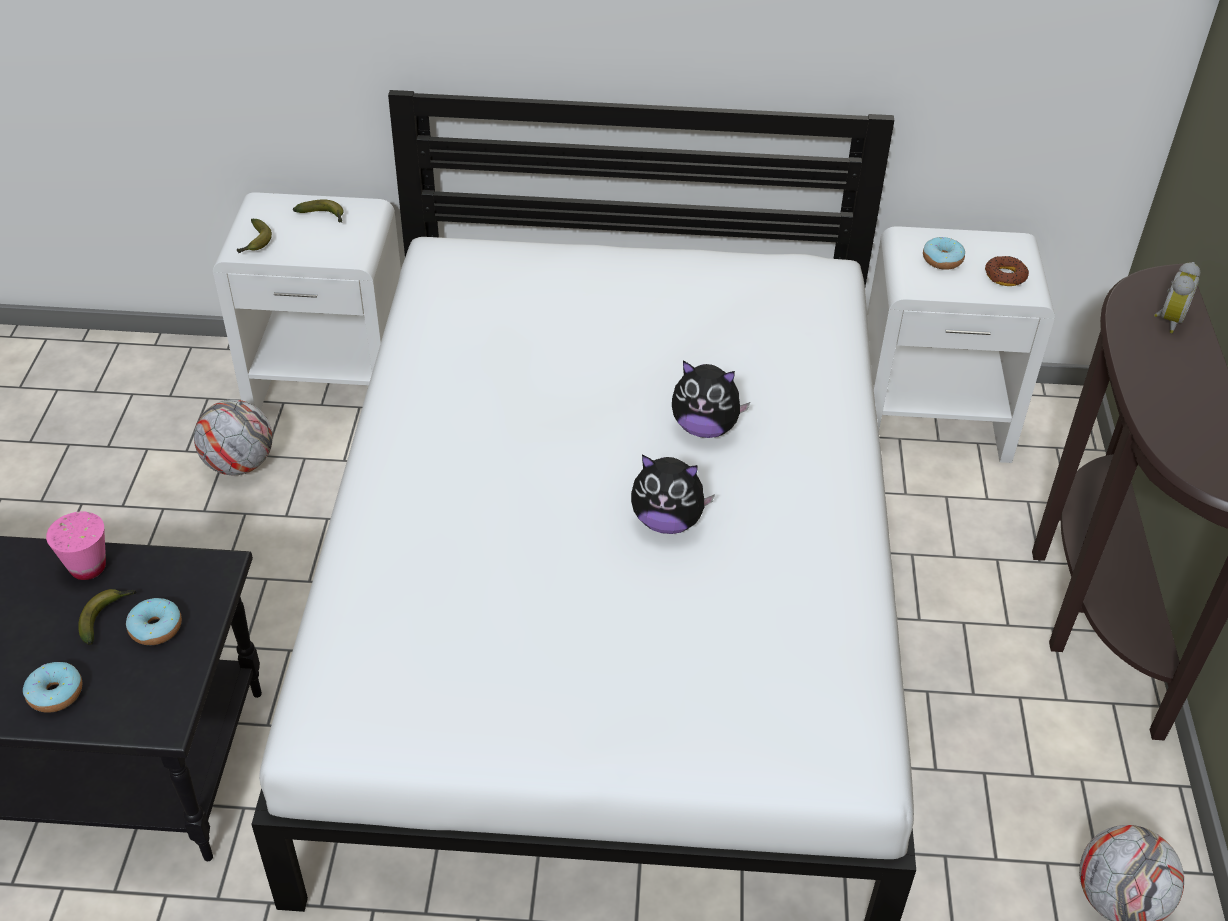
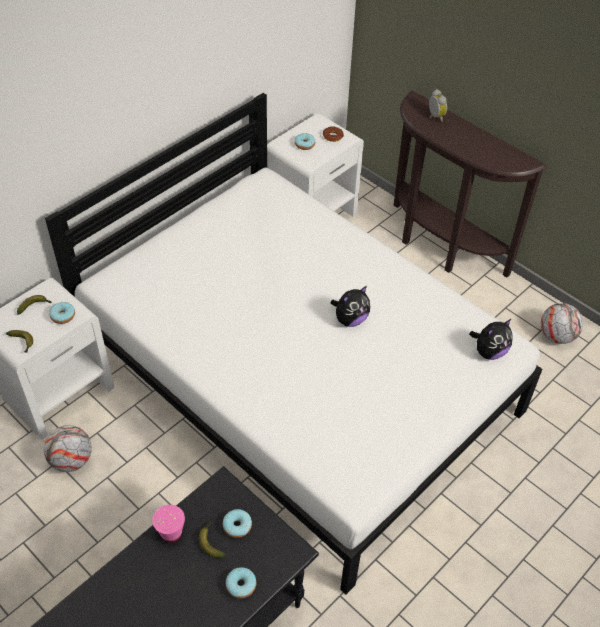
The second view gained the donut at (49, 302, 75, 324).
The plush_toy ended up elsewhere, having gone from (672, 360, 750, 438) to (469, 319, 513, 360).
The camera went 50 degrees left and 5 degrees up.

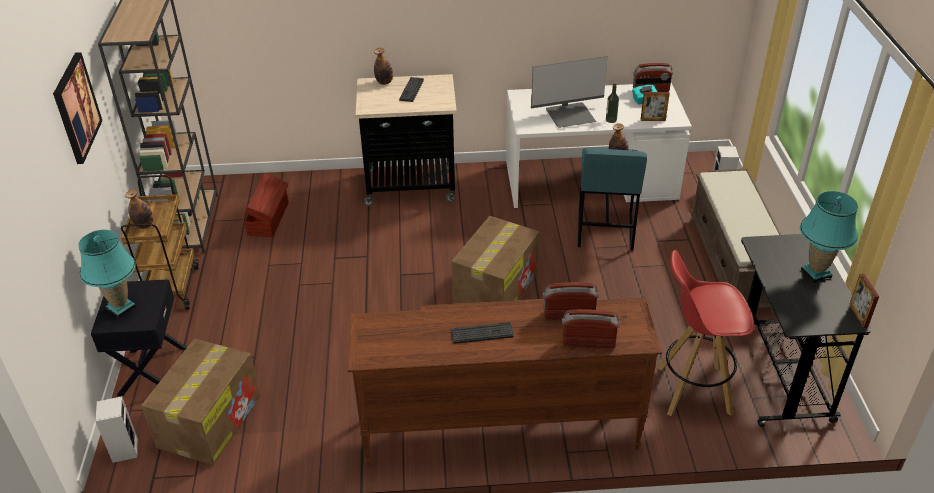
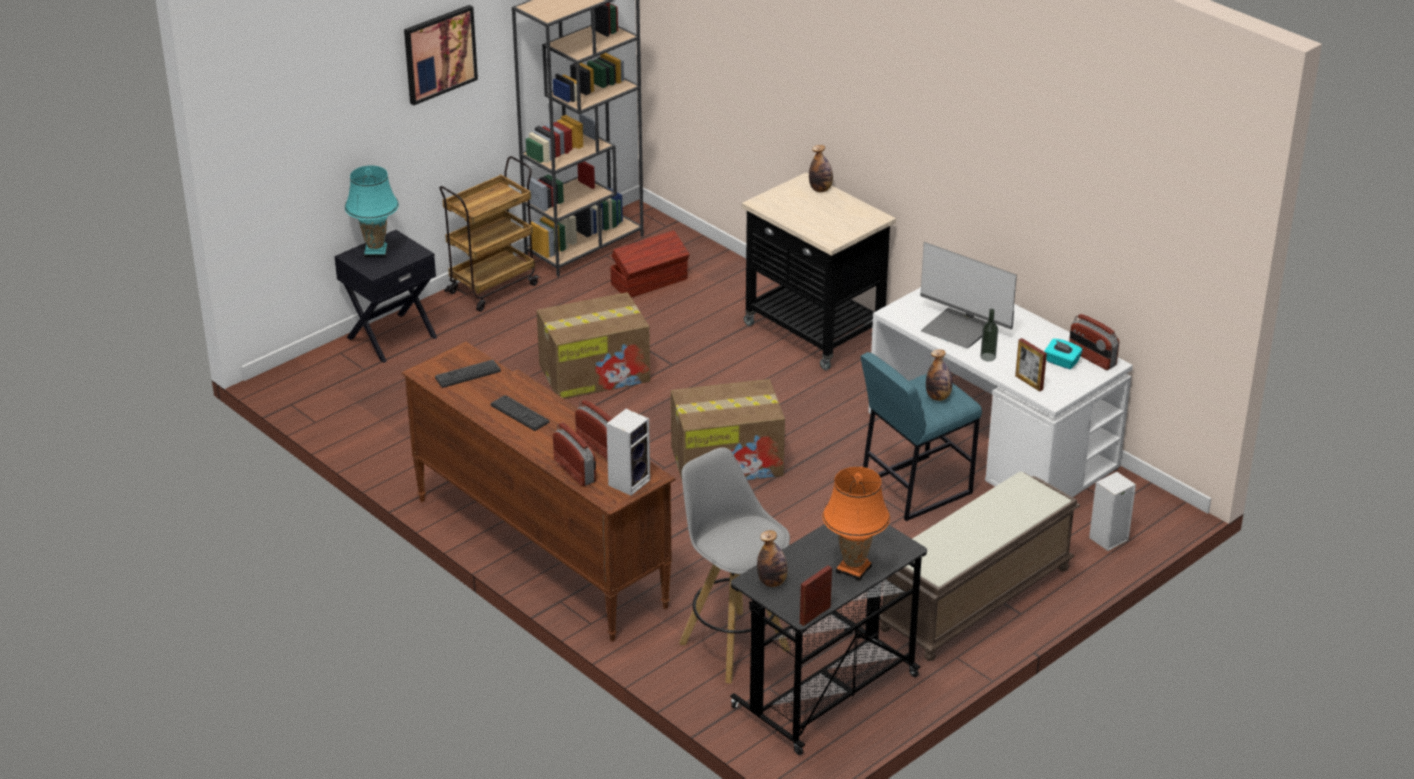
The keyboard ended up elsewhere, having gone from (399, 77, 424, 102) to (435, 360, 501, 388).
The cardboard_box ended up elsewhere, having gone from (141, 339, 260, 465) to (537, 292, 650, 399).
The speaker ended up elsewhere, having gone from (95, 396, 138, 463) to (606, 409, 650, 496).
What was the red_stool at (658, 250, 754, 416) turned into the grey_stool at (680, 447, 790, 684).
The bottle ended up elsewhere, having gone from (126, 189, 153, 229) to (757, 530, 788, 587).
What was the turquoise_table_lamp at (800, 191, 858, 283) turned into the orange_table_lamp at (822, 467, 890, 581).
The camera went 50 degrees right and 5 degrees down.

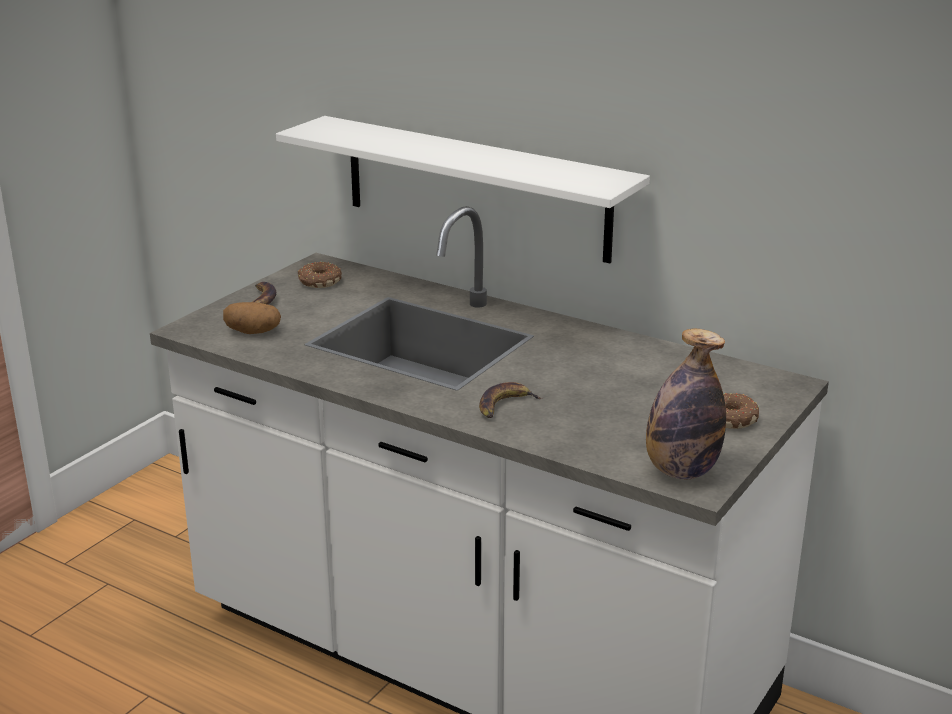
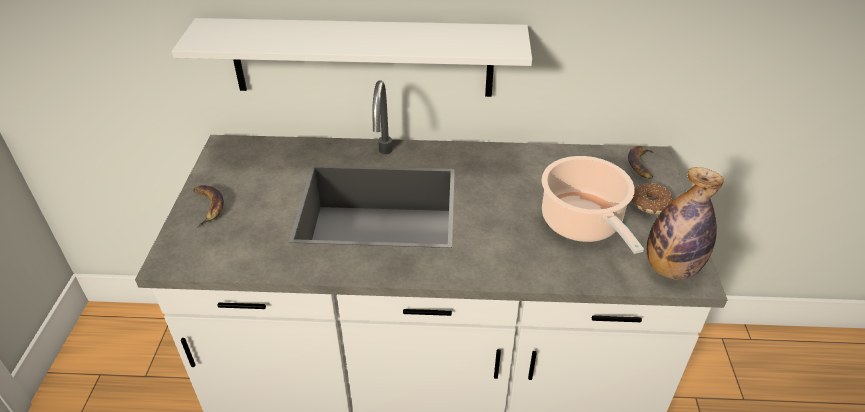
The second view gained the cooking_pot at (542, 156, 644, 254).
The banana ended up elsewhere, having gone from (479, 382, 544, 418) to (628, 146, 656, 179).
The second view lost the potato at (223, 302, 281, 334).
The second view lost the donut at (298, 262, 342, 288).
The camera went 30 degrees left and 15 degrees up.

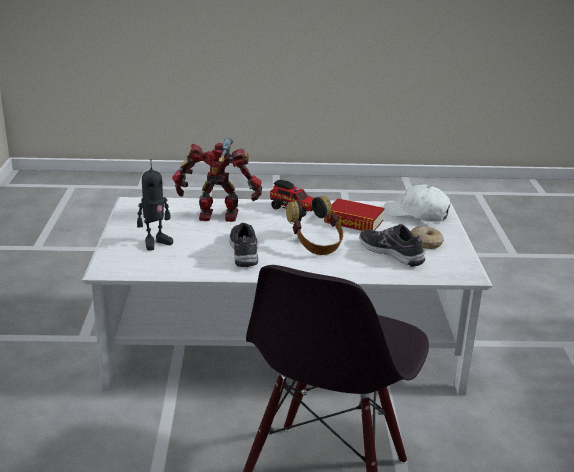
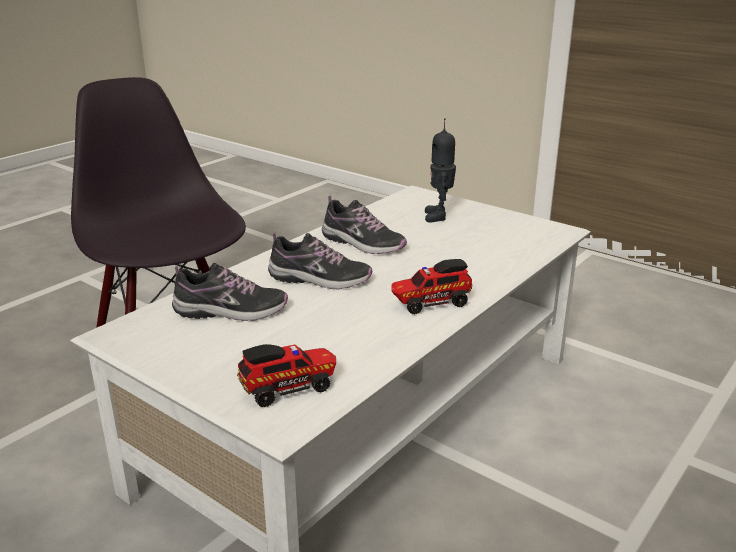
Where the white_cap stood at (384, 184, 450, 222), the toy_truck came to stand at (237, 344, 336, 407).
Where the headphones stood at (286, 196, 343, 255), the shoe came to stand at (268, 232, 372, 289).
The second view lost the toy_robot at (172, 138, 262, 222).
The second view lost the book at (324, 199, 385, 231).
The second view lost the donut at (410, 226, 444, 249).
The camera went 130 degrees right and 0 degrees up.

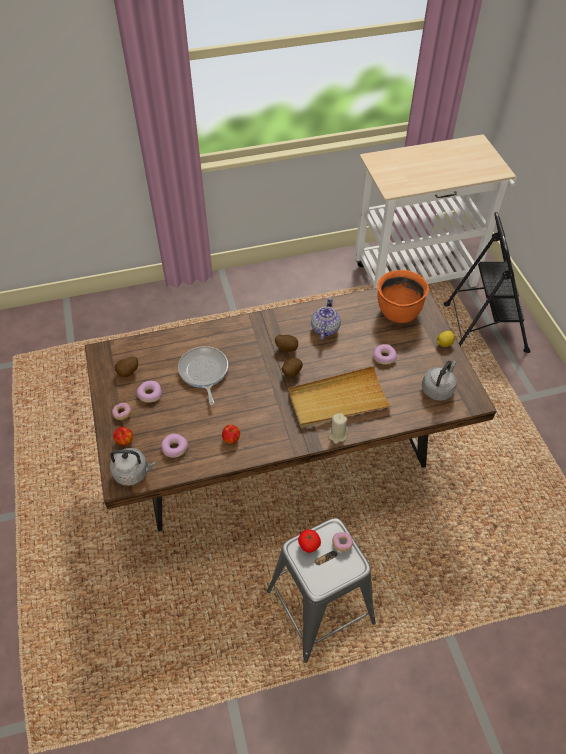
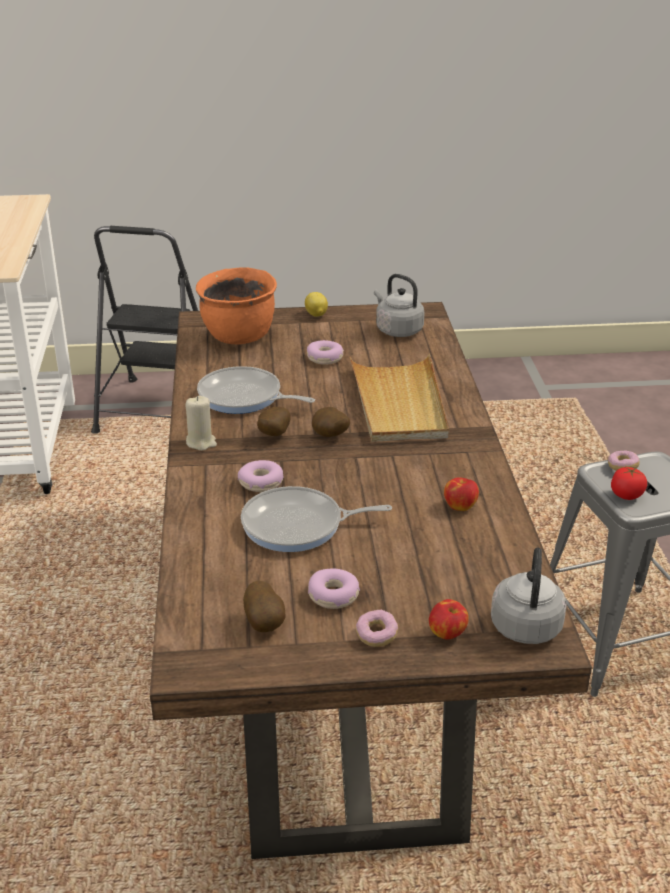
The beige_candle ended up elsewhere, having gone from (329, 413, 348, 444) to (185, 396, 217, 451).
Where the teapot stood at (311, 298, 341, 340), the frying_pan came to stand at (197, 366, 315, 414).
The donut ended up elsewhere, having gone from (161, 434, 188, 458) to (238, 460, 284, 492).
The camera went 80 degrees left and 20 degrees down.

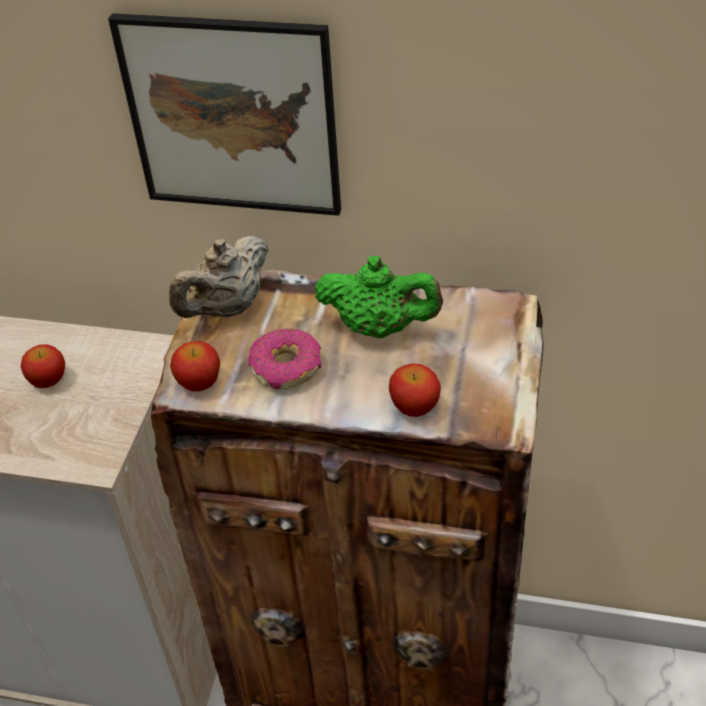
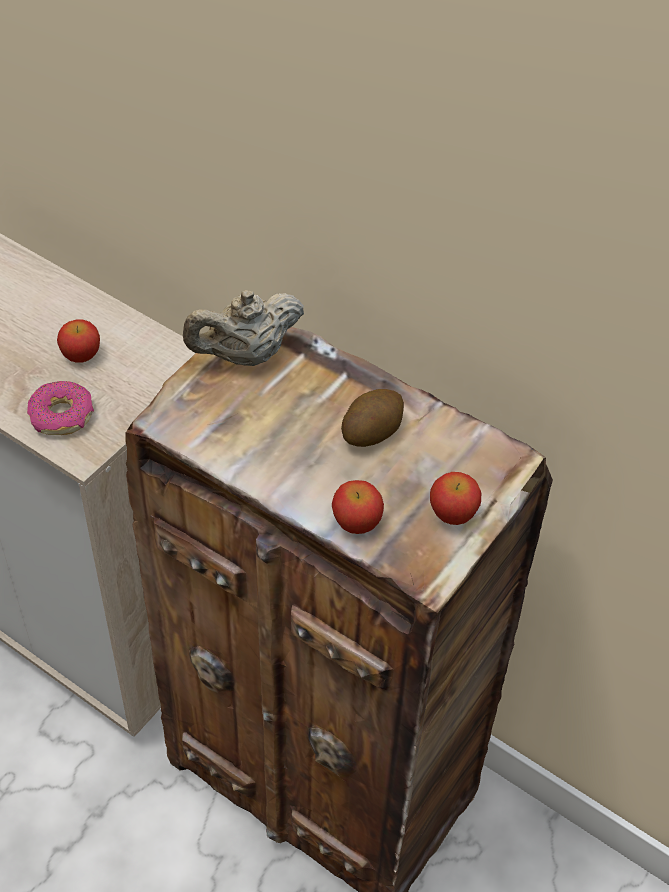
The donut ended up elsewhere, having gone from (248, 328, 322, 390) to (27, 381, 94, 435).
Where the green_teapot stood at (315, 256, 443, 338), the potato came to stand at (341, 389, 404, 447).
The apple ended up elsewhere, having gone from (170, 341, 220, 392) to (430, 472, 481, 525).
The second view lost the picture at (108, 13, 341, 216).
The camera went 20 degrees right and 5 degrees up.

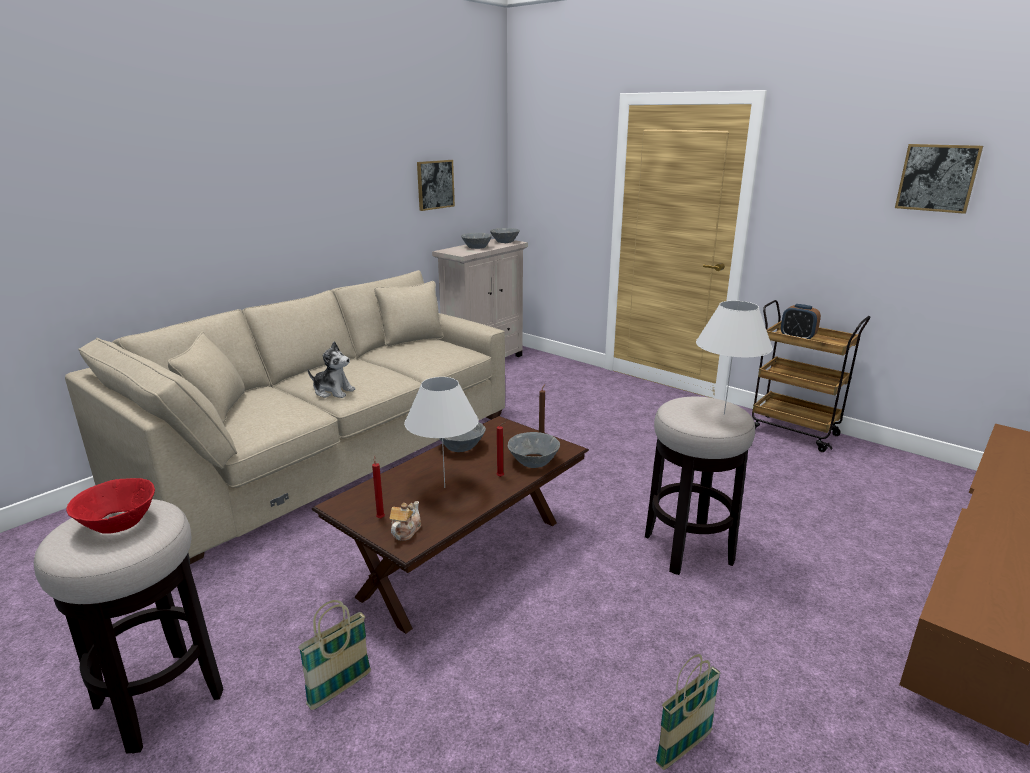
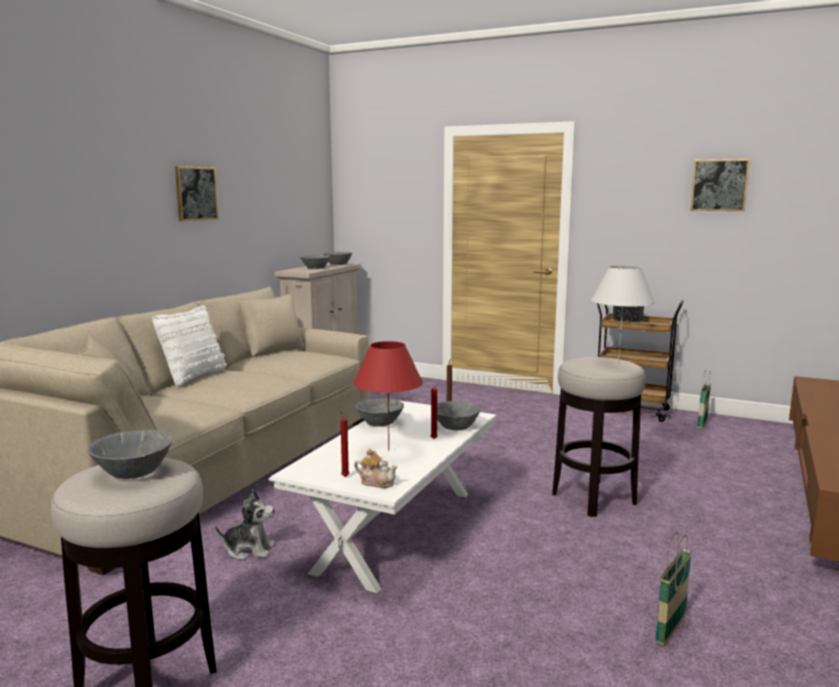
What was the red_bowl at (66, 478, 155, 534) turned into the grey_bowl at (88, 430, 172, 479).
The second view gained the white_pillow at (152, 305, 227, 387).
The picture ended up elsewhere, having gone from (417, 160, 455, 211) to (175, 166, 219, 221).
The plush_toy ended up elsewhere, having gone from (308, 342, 355, 398) to (215, 489, 275, 560).
What was the brown_coffee_table at (312, 416, 589, 634) turned into the white_coffee_table at (269, 400, 497, 593).
What was the white_table_lamp at (404, 377, 479, 488) turned into the red_table_lamp at (353, 341, 423, 451).
The teapot at (390, 501, 421, 541) ended up facing another way, 105 degrees clockwise from before.
The basket ended up elsewhere, having gone from (298, 600, 371, 710) to (697, 370, 711, 430).
The camera went 15 degrees left and 10 degrees down.

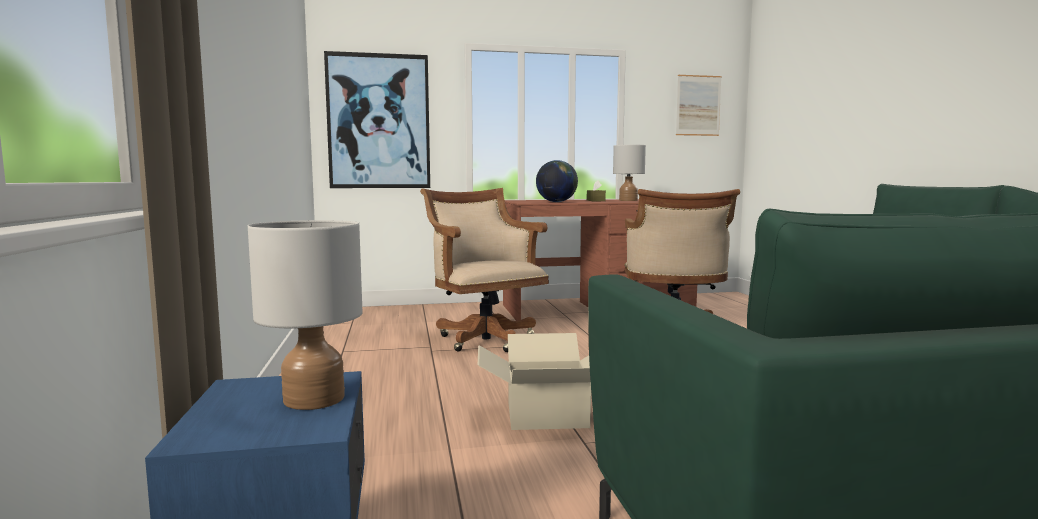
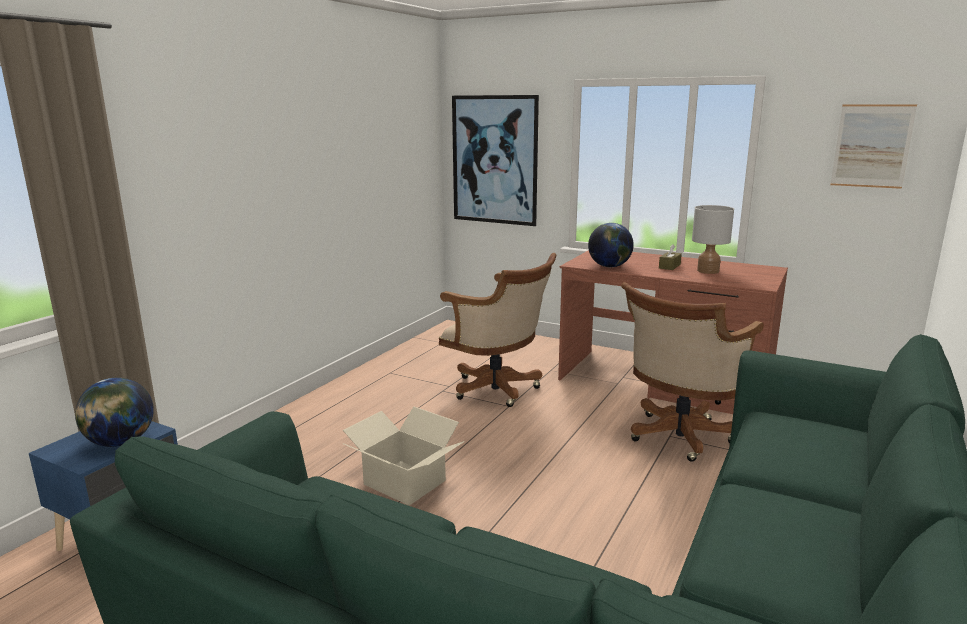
Where the grey_table_lamp stood at (248, 220, 363, 410), the globe came to stand at (75, 378, 154, 447).
The office_chair at (420, 188, 549, 352) ended up facing another way, 120 degrees clockwise from before.
The camera went 40 degrees right and 10 degrees up.

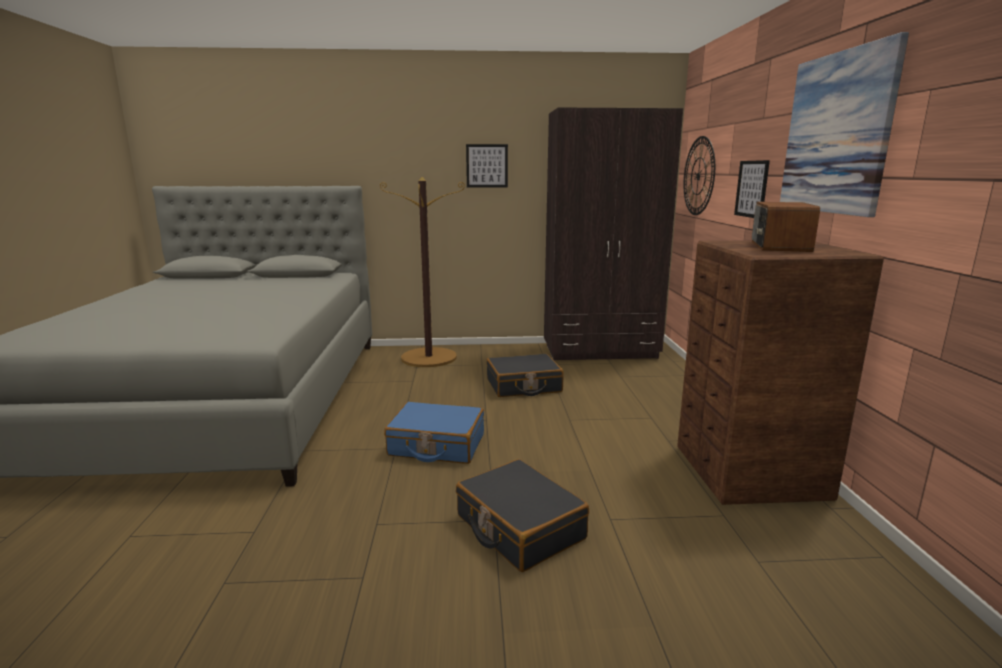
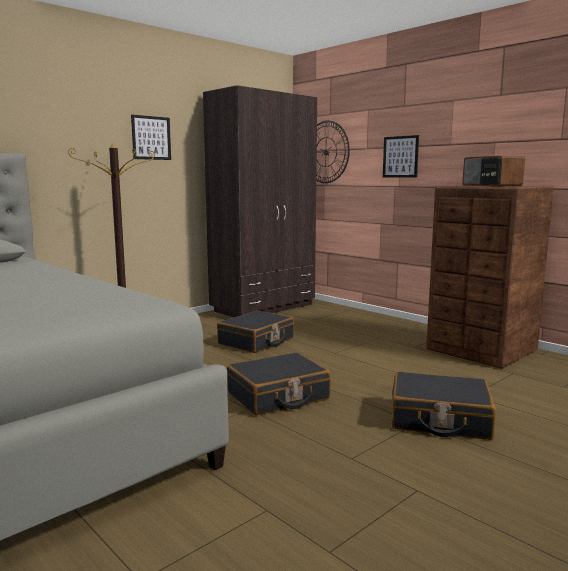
What was the blue_suitcase at (384, 402, 484, 464) turned into the black_suitcase at (227, 352, 331, 415).
The second view lost the picture at (780, 32, 909, 217).
The camera went 40 degrees left and 5 degrees down.

